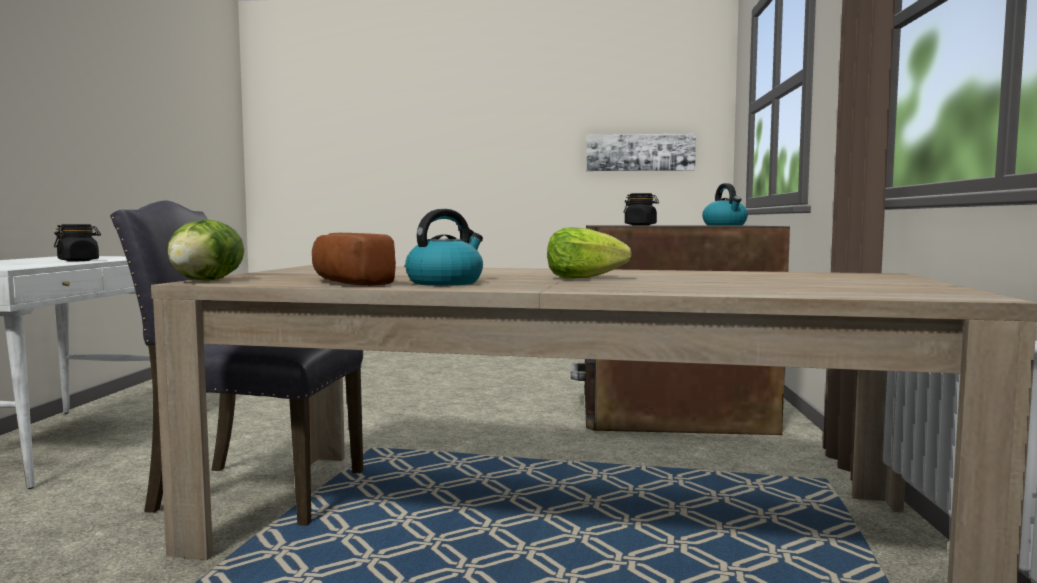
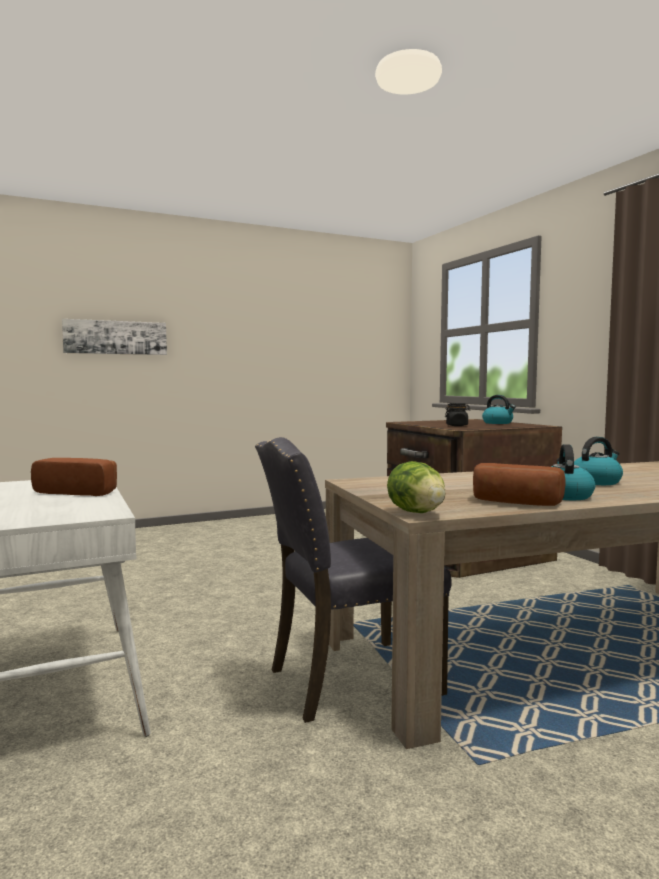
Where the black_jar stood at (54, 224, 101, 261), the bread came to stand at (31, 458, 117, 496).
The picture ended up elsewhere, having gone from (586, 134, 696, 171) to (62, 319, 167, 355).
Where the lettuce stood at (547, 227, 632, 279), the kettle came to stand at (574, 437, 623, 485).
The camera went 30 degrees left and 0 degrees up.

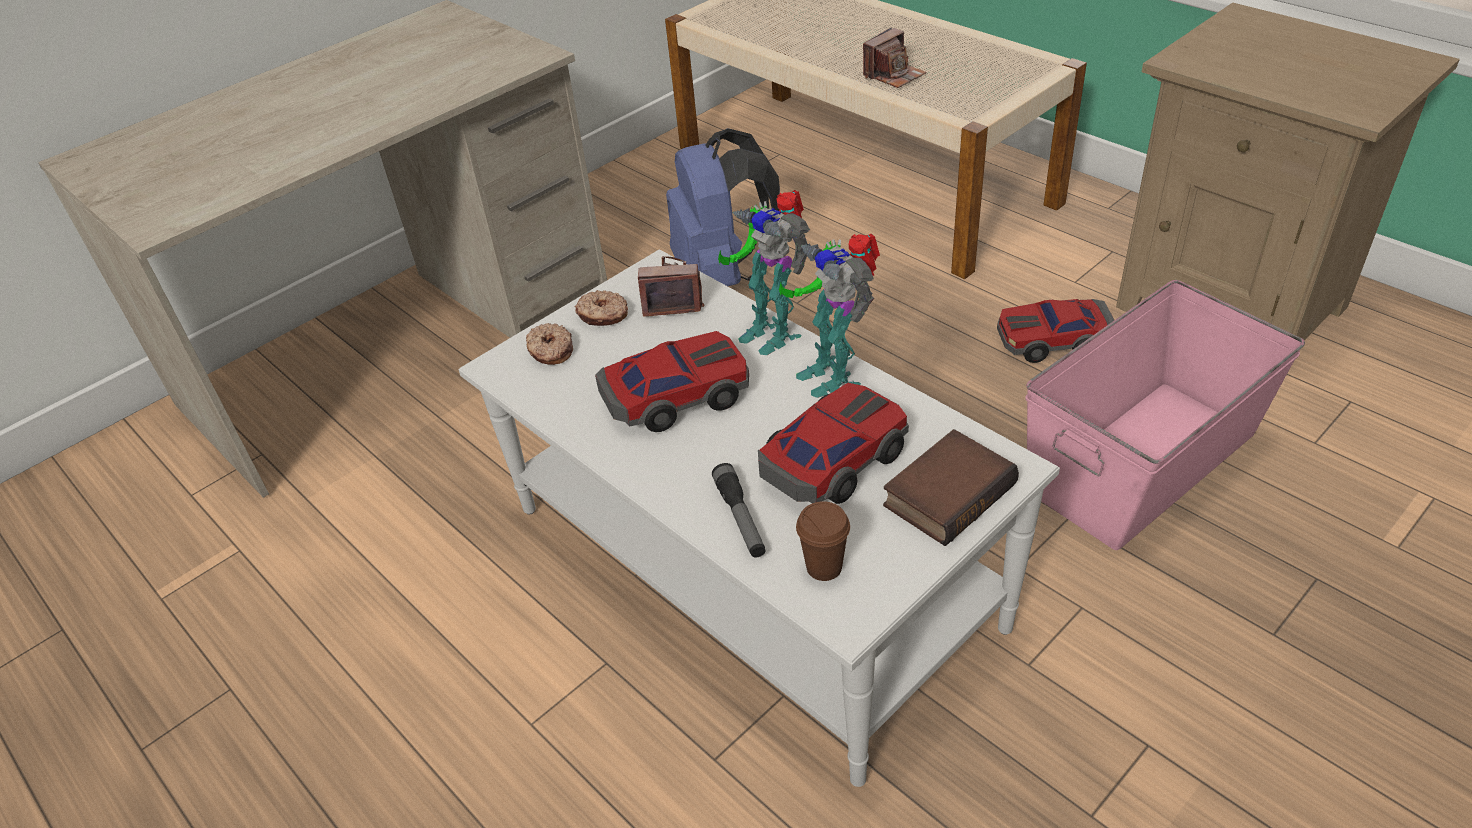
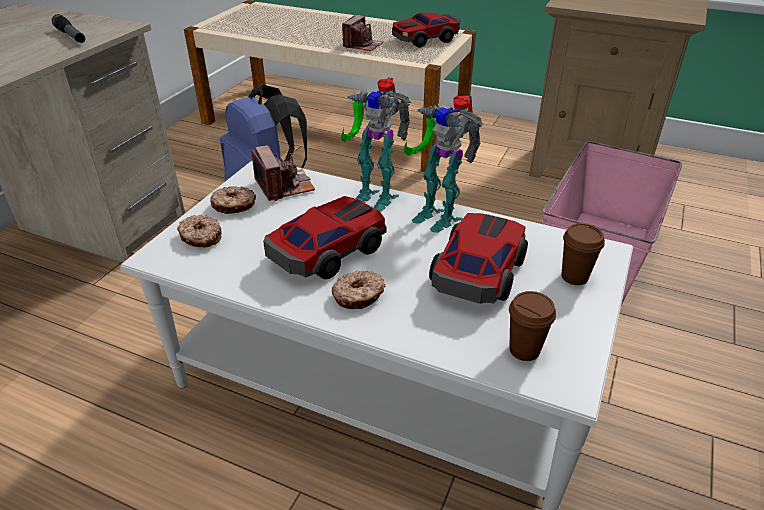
The flashlight ended up elsewhere, having gone from (712, 463, 766, 558) to (52, 14, 85, 43).
The photo_camera at (638, 256, 705, 317) ended up facing another way, 90 degrees clockwise from before.
The second view gained the donut at (332, 271, 386, 309).
The toy_car ended up elsewhere, having gone from (997, 299, 1114, 363) to (392, 13, 461, 48).
Where the book stood at (883, 429, 1019, 546), the brown_cup came to stand at (561, 223, 605, 285).
The camera went 25 degrees left and 5 degrees down.

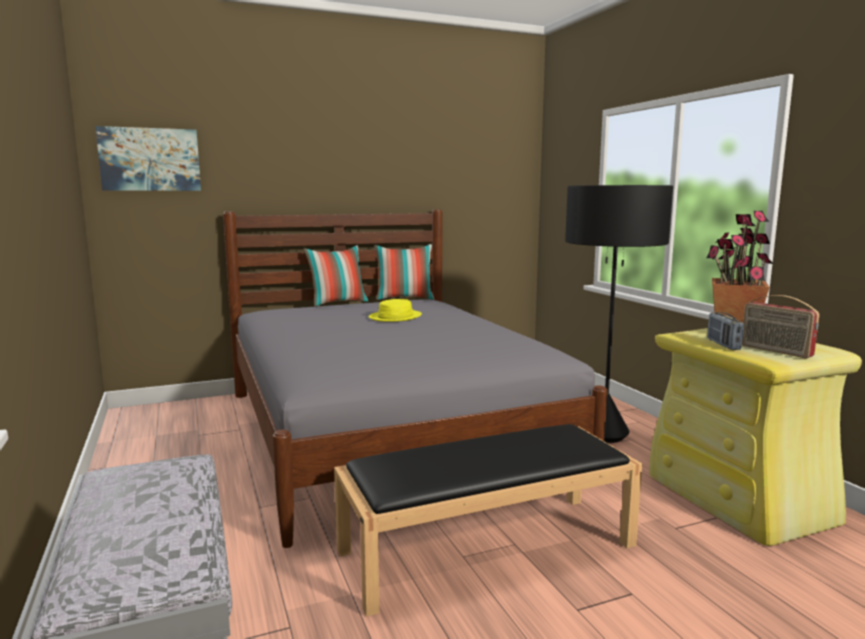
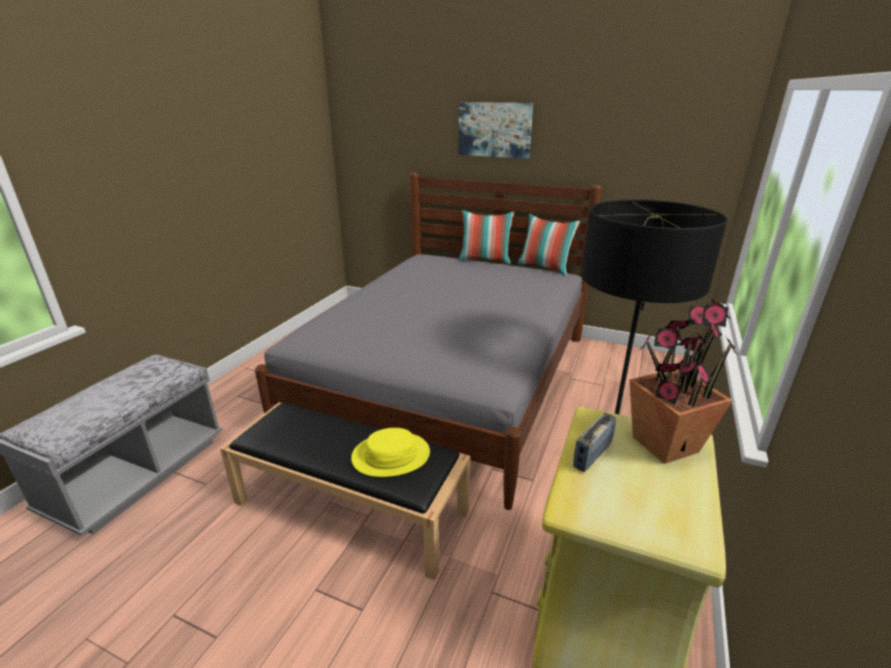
The yellow_hat ended up elsewhere, having gone from (369, 299, 422, 322) to (351, 428, 430, 477).
The picture ended up elsewhere, having gone from (95, 126, 201, 191) to (458, 102, 533, 159).
The second view lost the radio at (742, 295, 820, 358).
The camera went 45 degrees right and 15 degrees up.

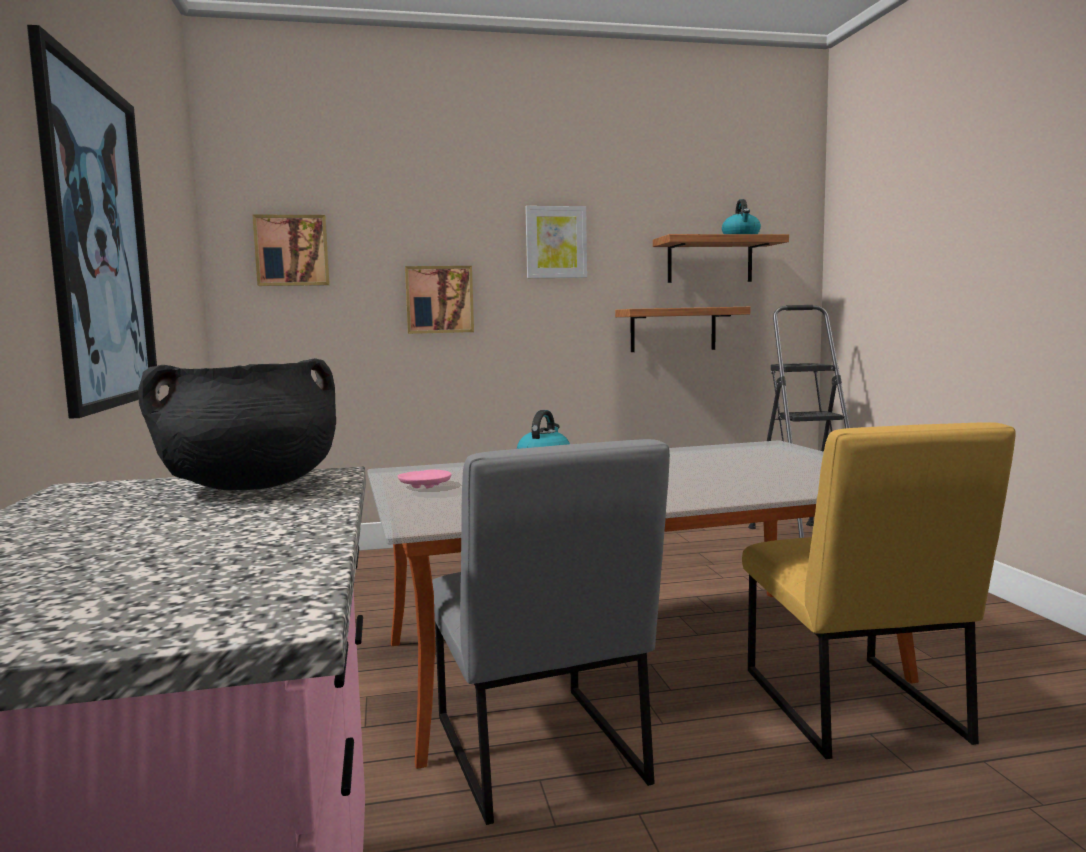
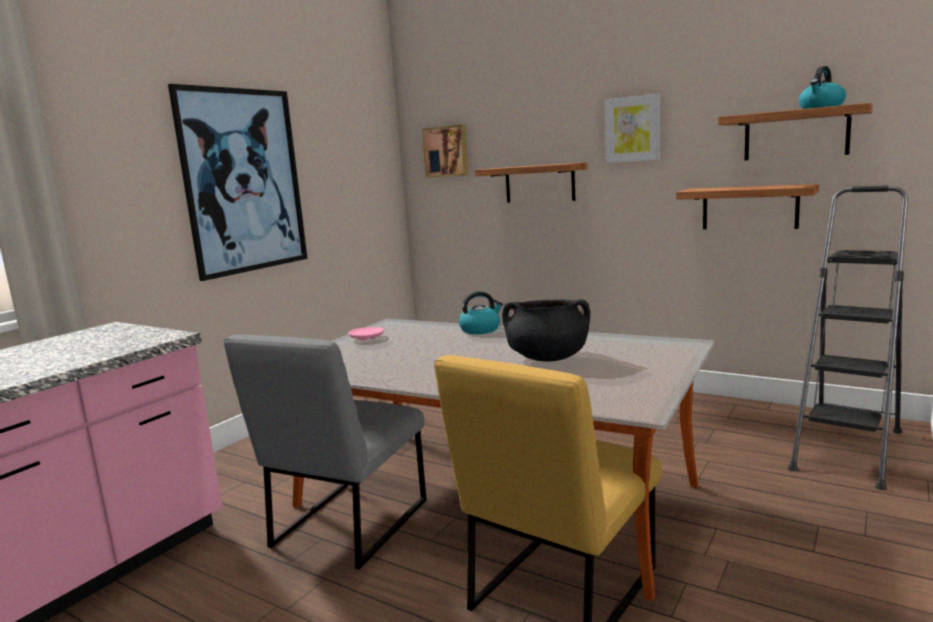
Where the picture hung at (405, 266, 474, 334), the shelf came to hang at (475, 162, 587, 203).
The black_cooking_pot ended up elsewhere, having gone from (138, 358, 336, 490) to (502, 299, 590, 362).
The camera went 45 degrees right and 5 degrees up.

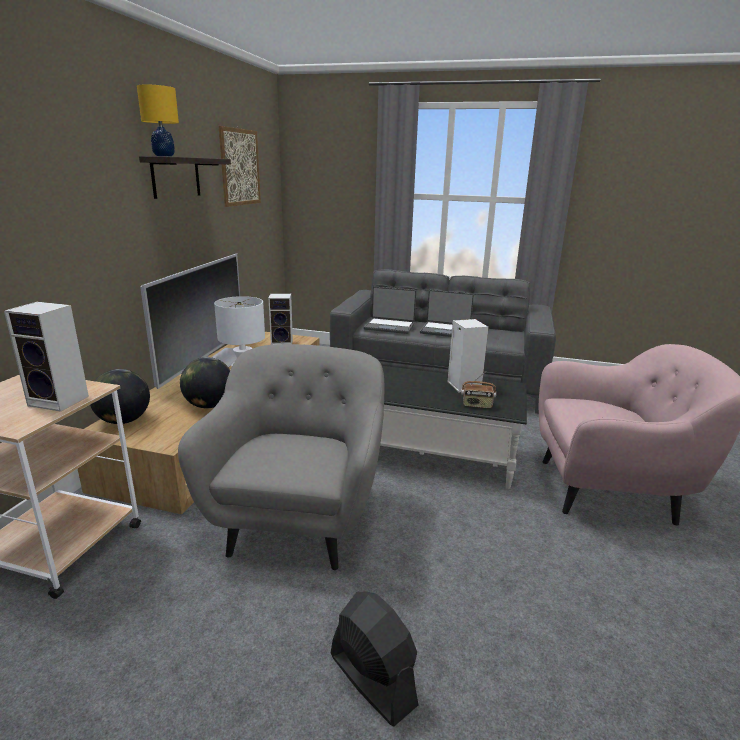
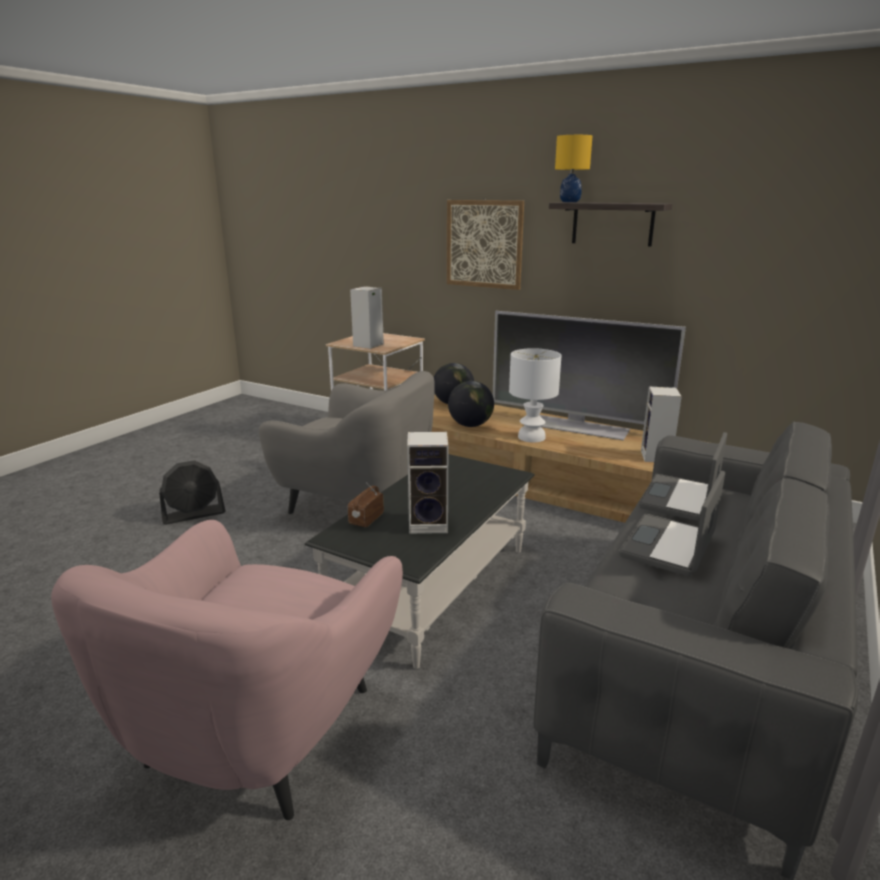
The picture ended up elsewhere, having gone from (219, 126, 261, 207) to (447, 199, 524, 290).
The camera went 105 degrees right and 0 degrees up.

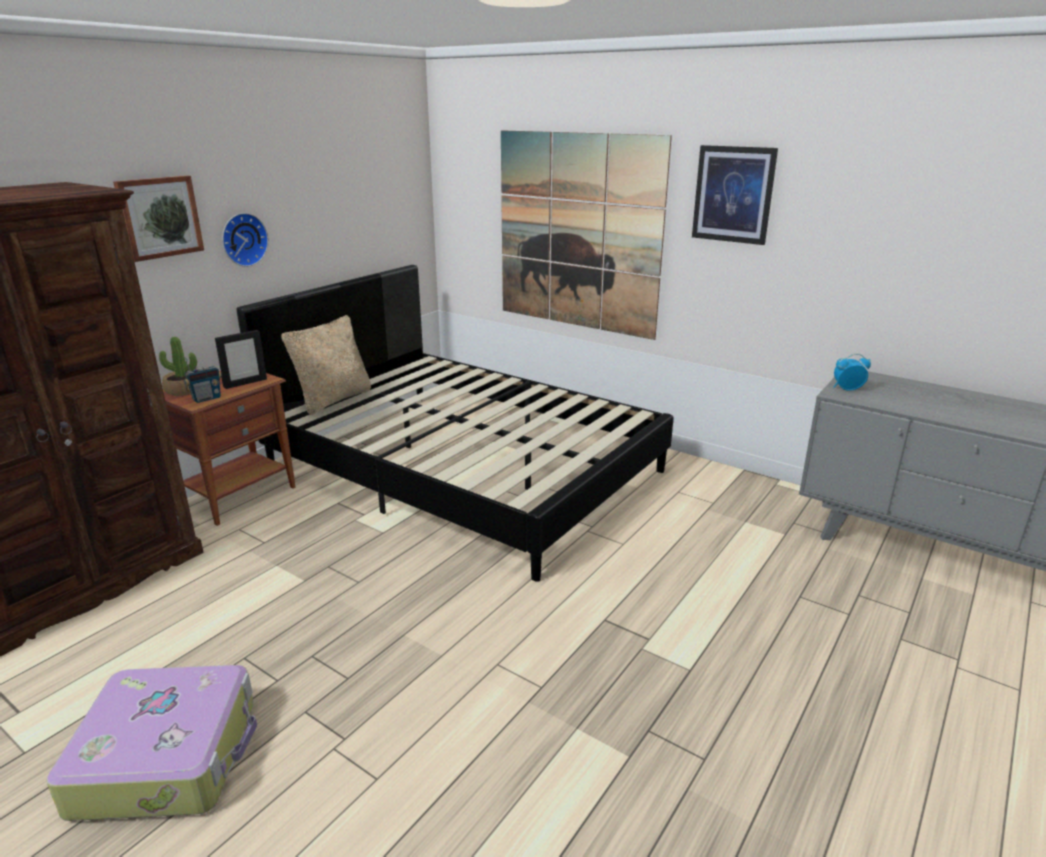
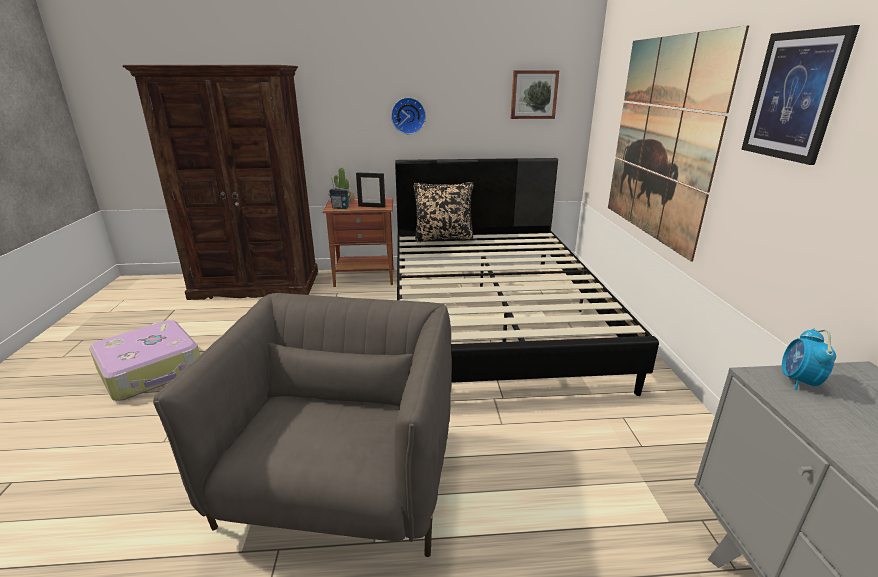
The second view gained the grey_armchair at (153, 293, 452, 557).
What was the beige_pillow at (281, 315, 371, 415) turned into the black_pillow at (413, 182, 474, 243).
The picture ended up elsewhere, having gone from (113, 175, 204, 262) to (511, 70, 560, 119).
The alarm_clock at (834, 354, 871, 391) ended up facing another way, 120 degrees counterclockwise from before.
The camera went 50 degrees right and 0 degrees up.

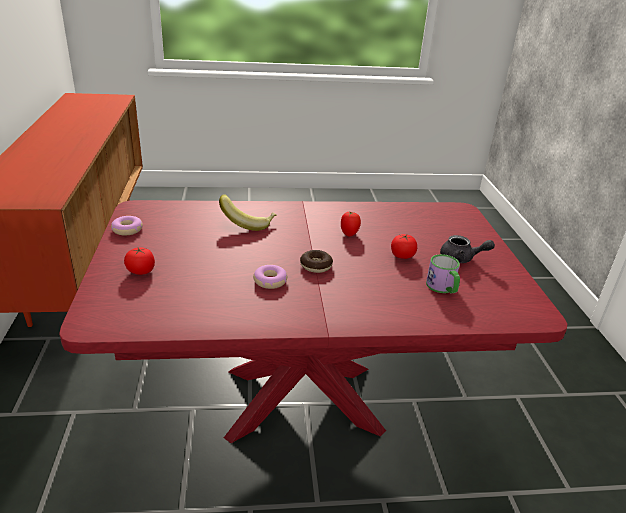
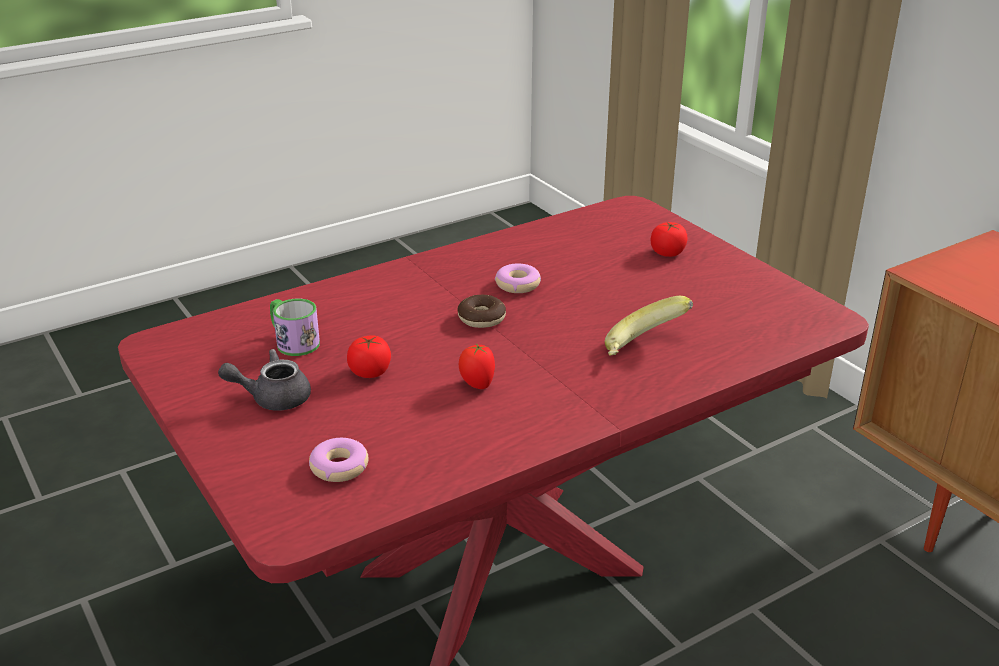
The donut ended up elsewhere, having gone from (111, 216, 143, 235) to (309, 438, 368, 482).
The camera went 155 degrees right and 0 degrees up.

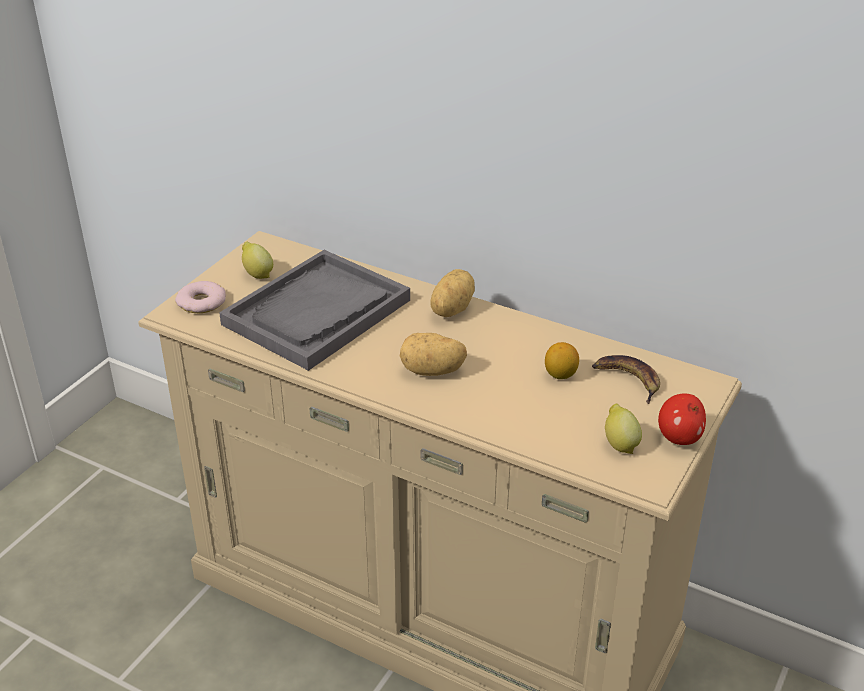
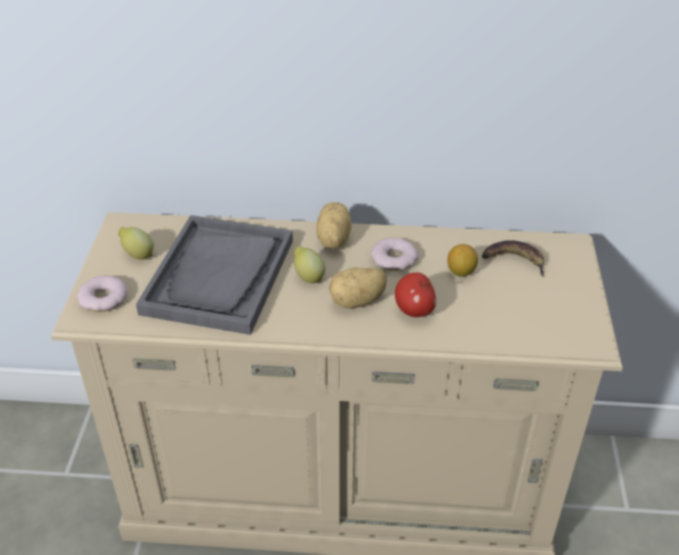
The lemon ended up elsewhere, having gone from (605, 403, 642, 454) to (294, 246, 325, 283).
The second view gained the donut at (371, 238, 418, 271).
The apple ended up elsewhere, having gone from (658, 393, 706, 445) to (395, 272, 436, 317).
The camera went 25 degrees left and 5 degrees up.

